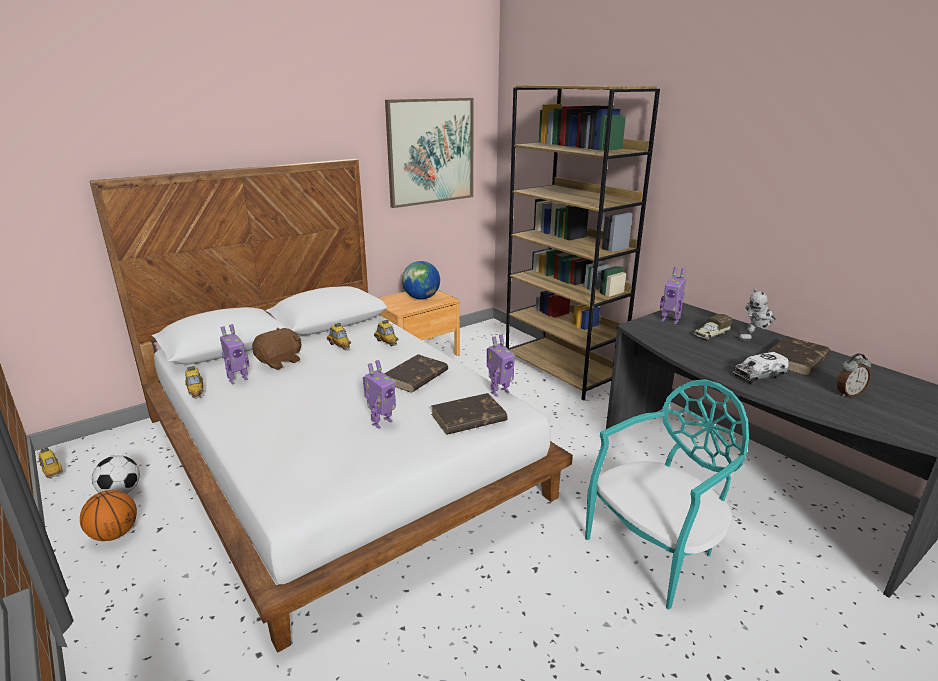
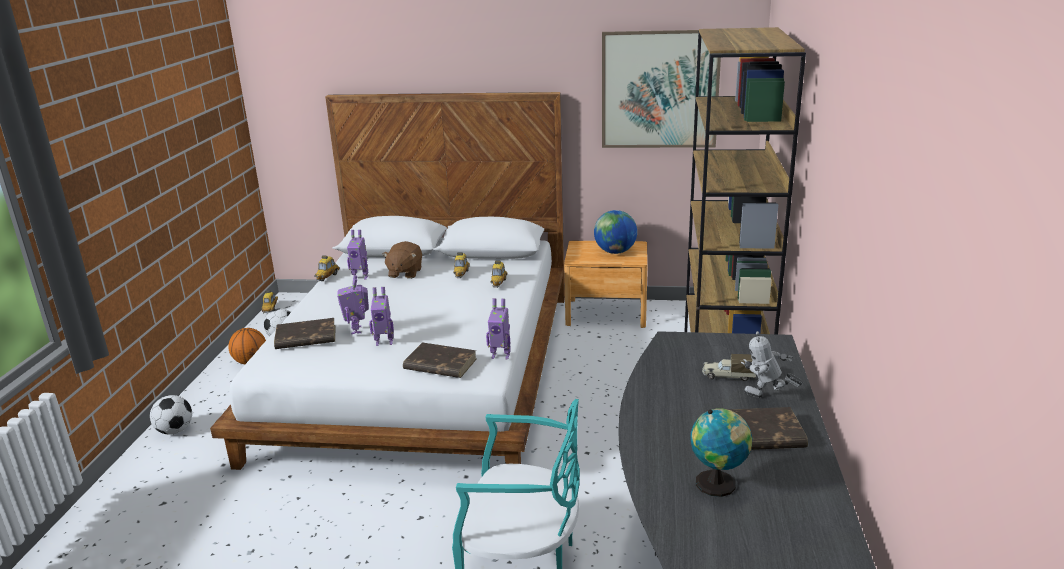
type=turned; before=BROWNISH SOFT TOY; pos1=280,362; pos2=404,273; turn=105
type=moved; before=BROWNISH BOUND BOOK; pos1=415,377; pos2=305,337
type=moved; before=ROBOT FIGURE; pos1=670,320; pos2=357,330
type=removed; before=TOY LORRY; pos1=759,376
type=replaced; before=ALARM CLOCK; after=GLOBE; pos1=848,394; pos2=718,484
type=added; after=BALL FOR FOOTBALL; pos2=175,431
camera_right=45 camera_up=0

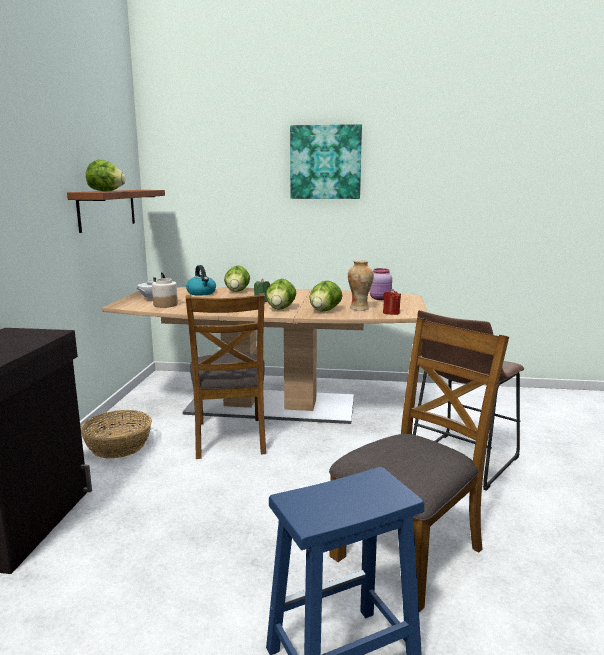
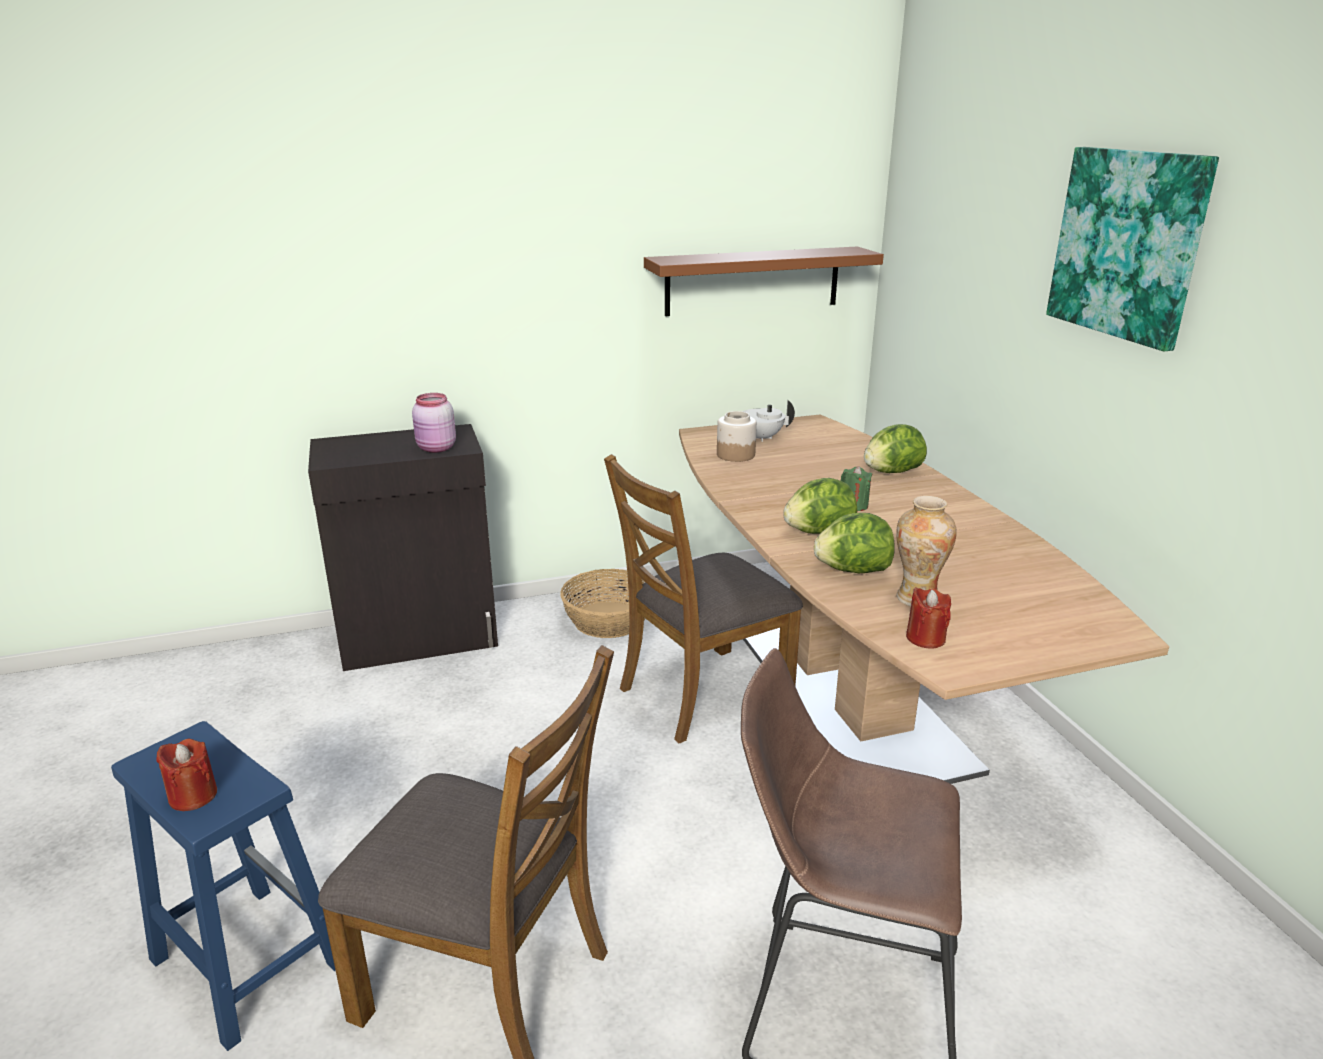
type=removed; before=LETTUCE; pos1=106,191
type=removed; before=KETTLE; pos1=201,293
type=moved; before=PINK STORAGE JAR; pos1=380,298; pos2=436,449
type=added; after=REDDISH WAX LIGHT; pos2=193,796
camera_right=65 camera_up=10

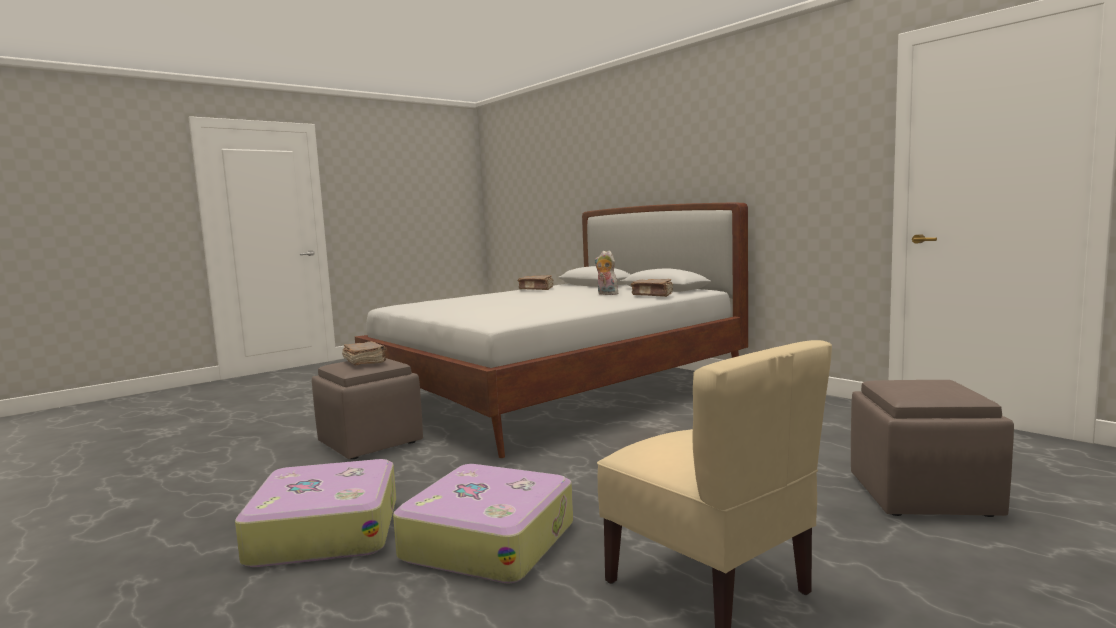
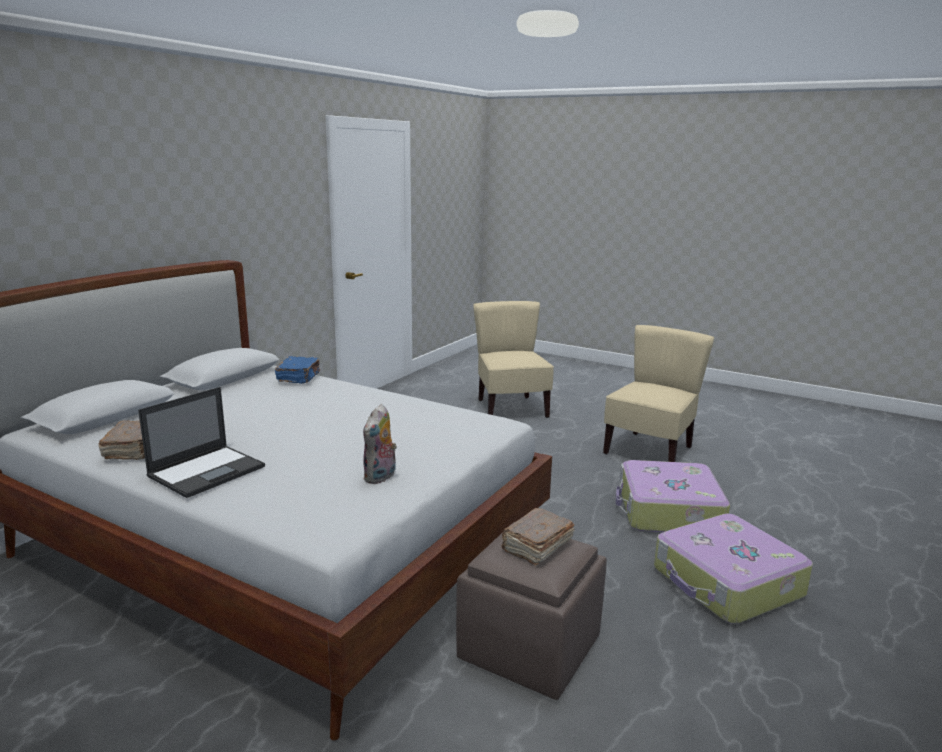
type=moved; before=SOFT TOY; pos1=606,294; pos2=381,477
type=recoloured; before=BROWNISH BOUND BOOK; after=BLUE-COLOURED BOUND BOOK; pos1=652,295; pos2=299,378
type=replaced; before=BROWNISH OTTOMAN; after=BEIGE PLAIN CHAIR; pos1=924,496; pos2=510,409
type=added; after=PORTABLE COMPUTER; pos2=208,471
camera_right=-110 camera_up=10

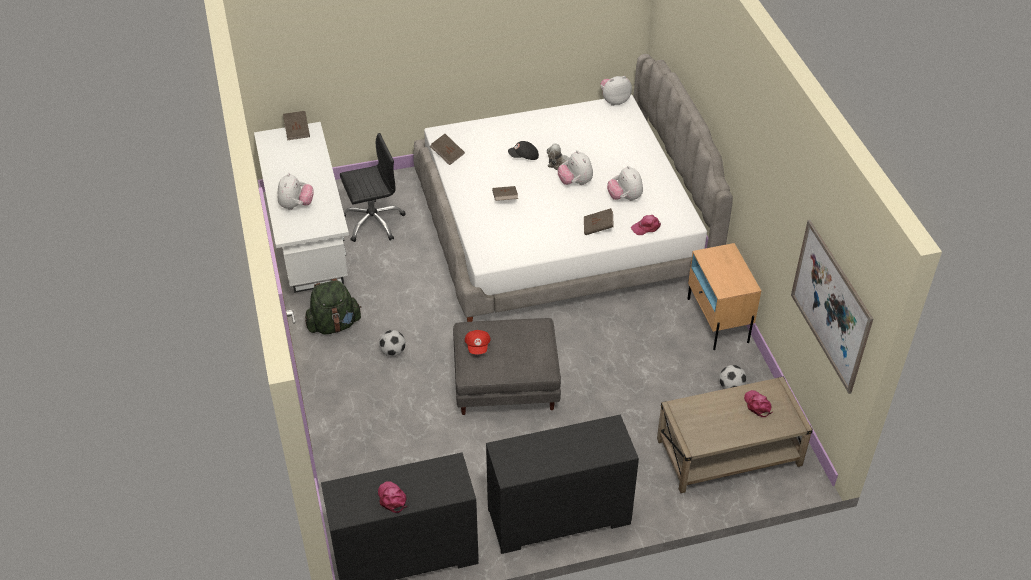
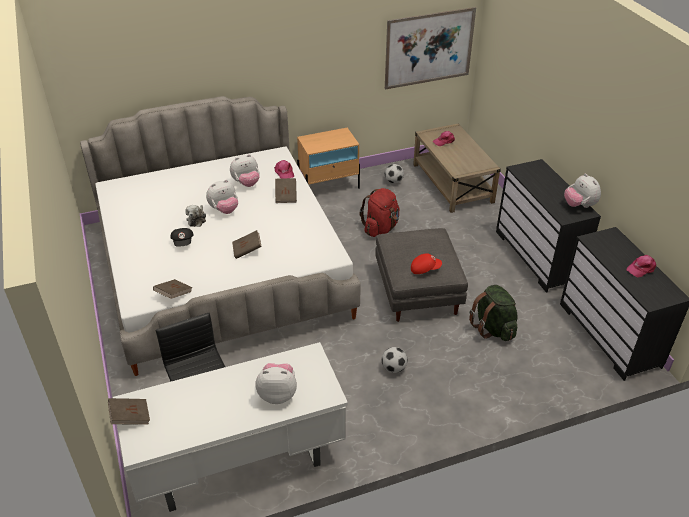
type=moved; before=GREEN RUCKSACK; pos1=334,325; pos2=493,328
type=moved; before=SOFT TOY; pos1=614,100; pos2=579,205
type=added; after=REDDISH RUCKSACK; pos2=380,228
camera_right=-95 camera_up=-5

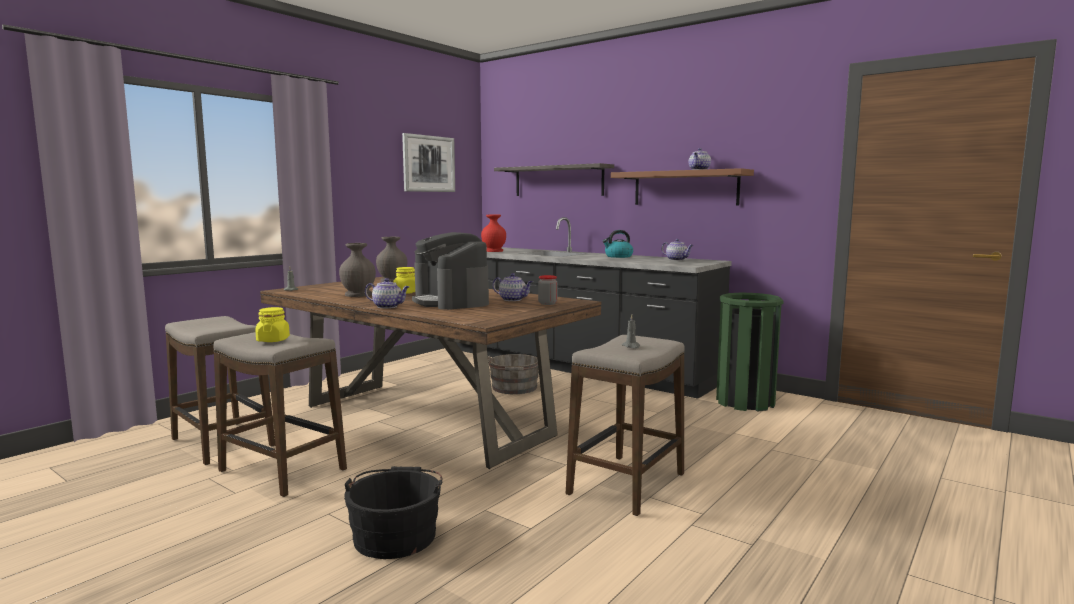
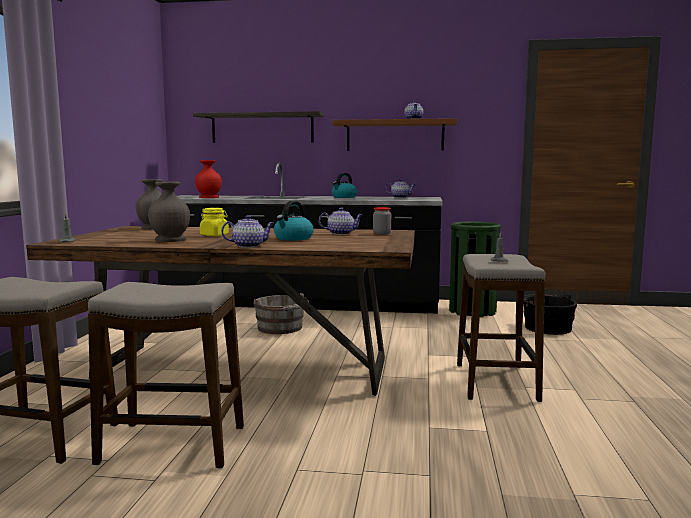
type=removed; before=YELLOWISH STORAGE JAR; pos1=273,340
type=moved; before=BLACK-COLOURED BUCKET; pos1=396,534; pos2=545,327
type=removed; before=WALL PICTURE; pos1=428,164
type=replaced; before=COFFEE BREWER; after=KETTLE; pos1=451,302; pos2=293,238
camera_right=-30 camera_up=0

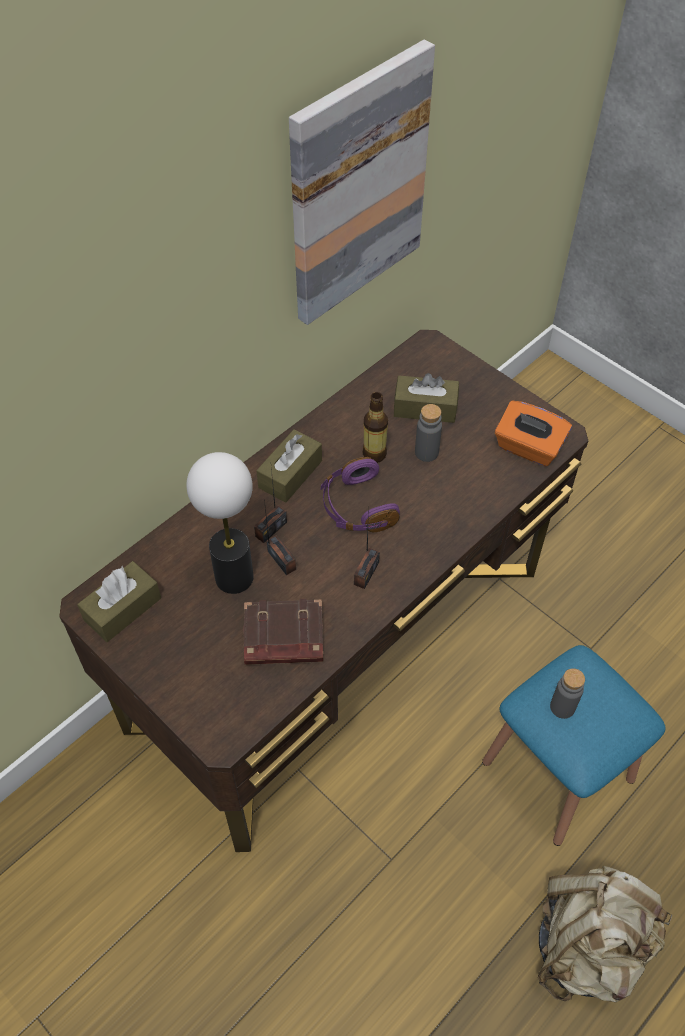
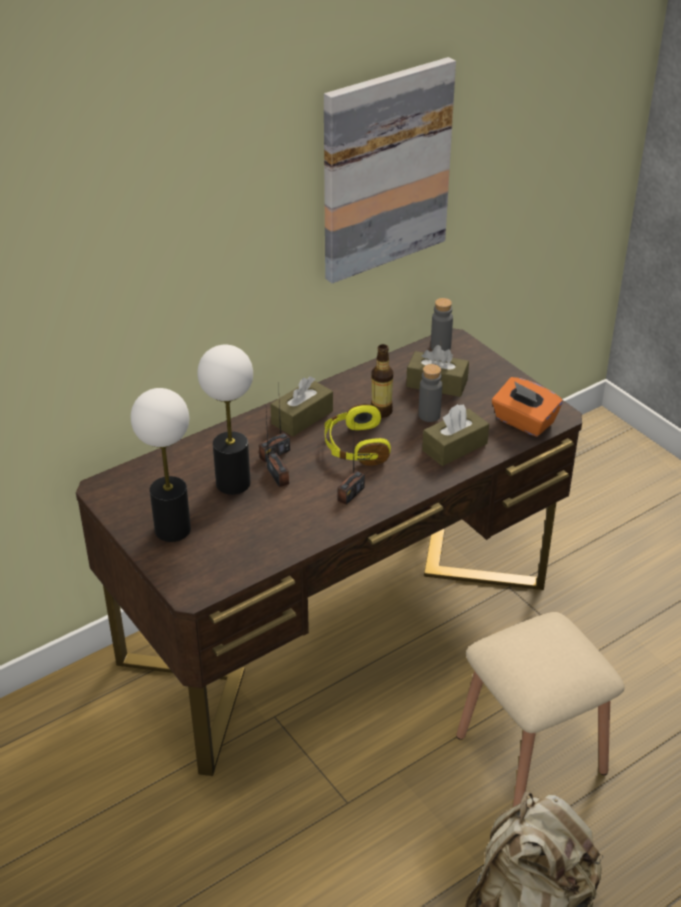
type=moved; before=BROWNISH BOX OF TISSUES; pos1=122,609; pos2=454,447
type=removed; before=BROWNISH BOUND BOOK; pos1=282,637
type=recoloured; before=PURPLISH PAIR OF HEADPHONES; after=YELLOWISH PAIR OF HEADPHONES; pos1=356,507; pos2=355,447
type=recoloured; before=BLUE-COLOURED SITTING STOOL; after=BEIGE SITTING STOOL; pos1=558,770; pos2=531,753
type=moved; before=GRAY BEVERAGE BOTTLE; pos1=562,707; pos2=440,347
type=added; after=TABLE LAMP; pos2=172,529
camera_right=10 camera_up=-15

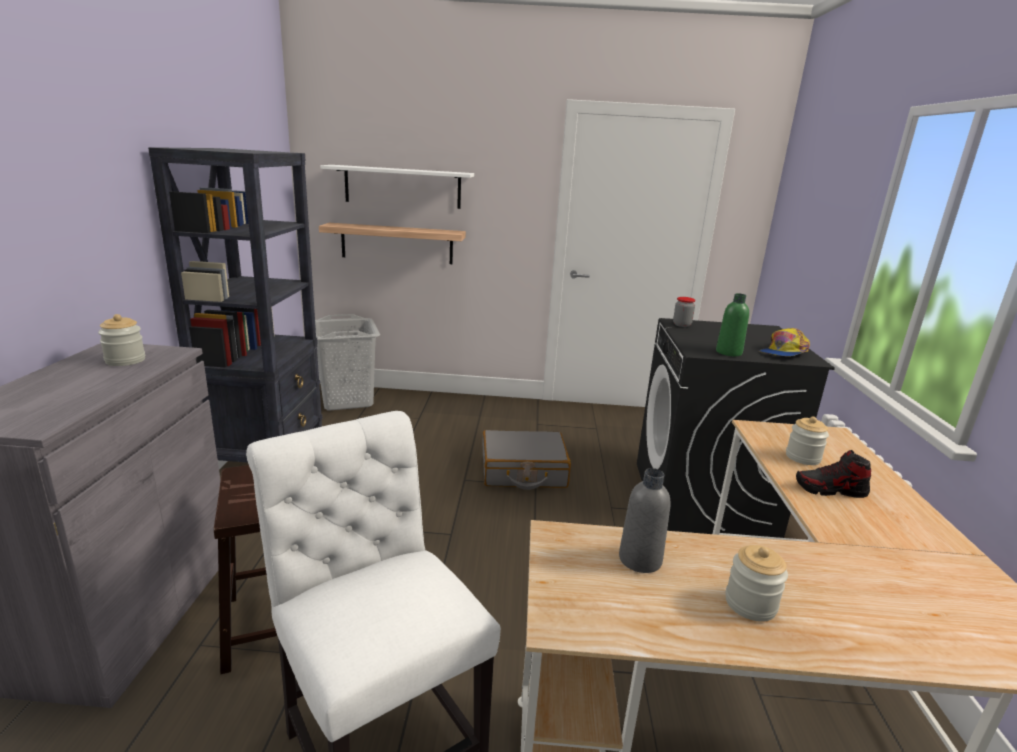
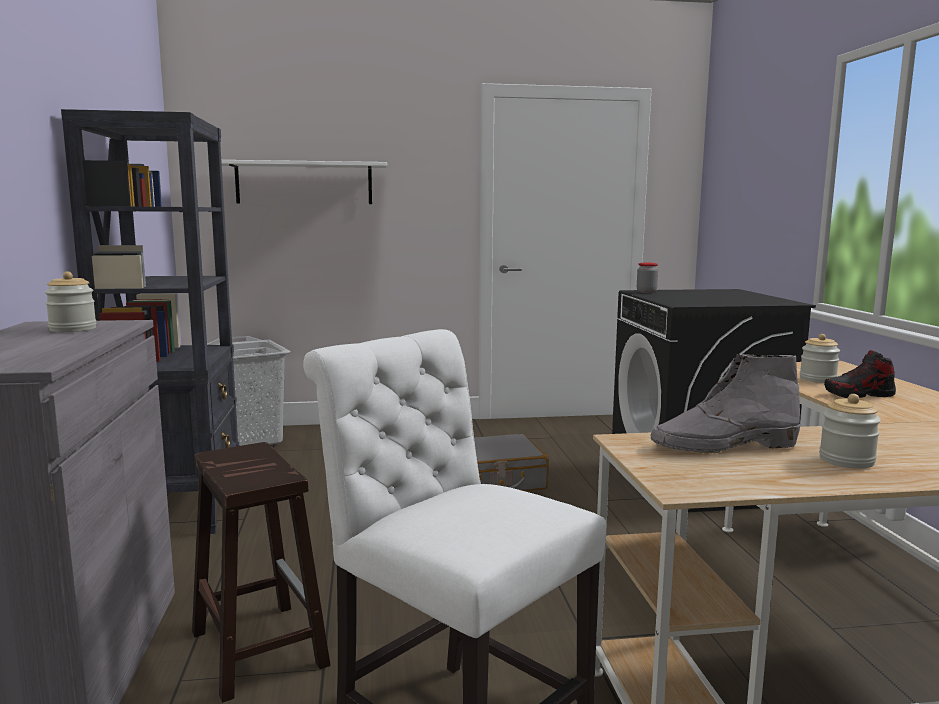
type=removed; before=WALL SHELF; pos1=397,243
type=replaced; before=GRAY BEVERAGE BOTTLE; after=GRAY TALL BOOT; pos1=640,559; pos2=722,446
type=removed; before=GREEN BEVERAGE BOTTLE; pos1=728,352
type=removed; before=PEAKED CAP; pos1=783,352
camera_right=-10 camera_up=-10

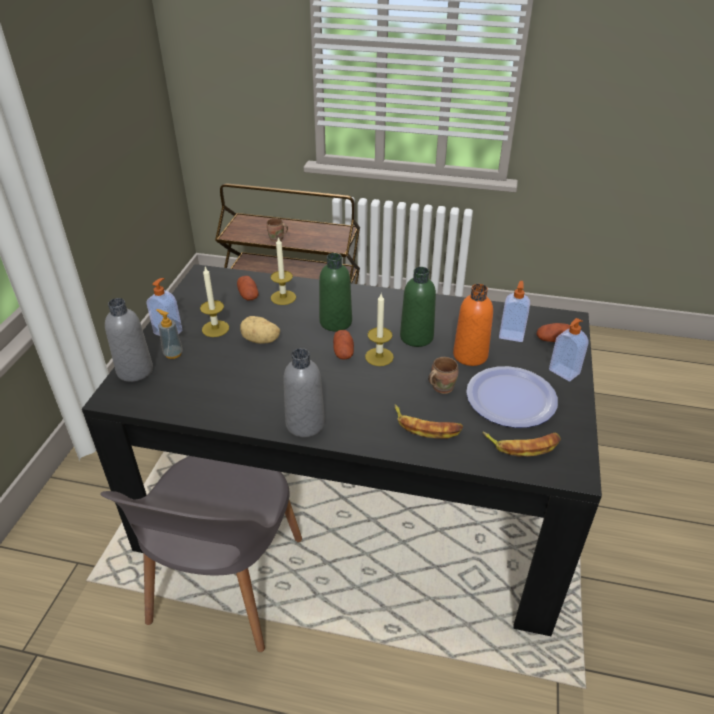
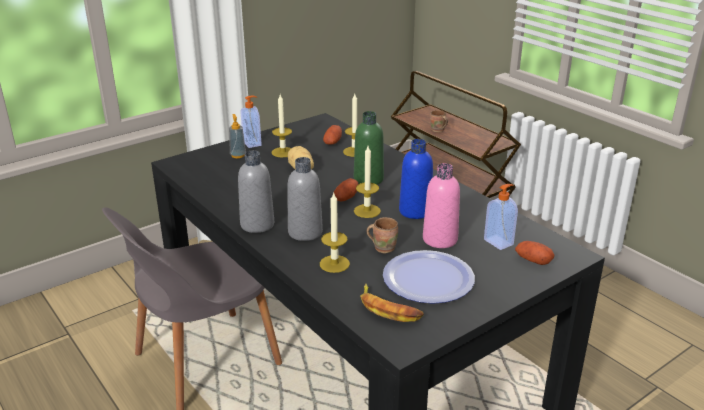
type=moved; before=GRAY BEVERAGE BOTTLE; pos1=135,371; pos2=305,232
type=replaced; before=BANANA; after=WAX LIGHT; pos1=426,426; pos2=334,264
type=recoloured; before=GREEN BEVERAGE BOTTLE; after=BLUE-COLOURED BEVERAGE BOTTLE; pos1=416,337; pos2=415,211
type=recoloured; before=ORANGEY BEVERAGE BOTTLE; after=PINK BEVERAGE BOTTLE; pos1=470,355; pos2=440,239
type=removed; before=SOAP DISPENSER; pos1=563,372
camera_right=40 camera_up=-10

